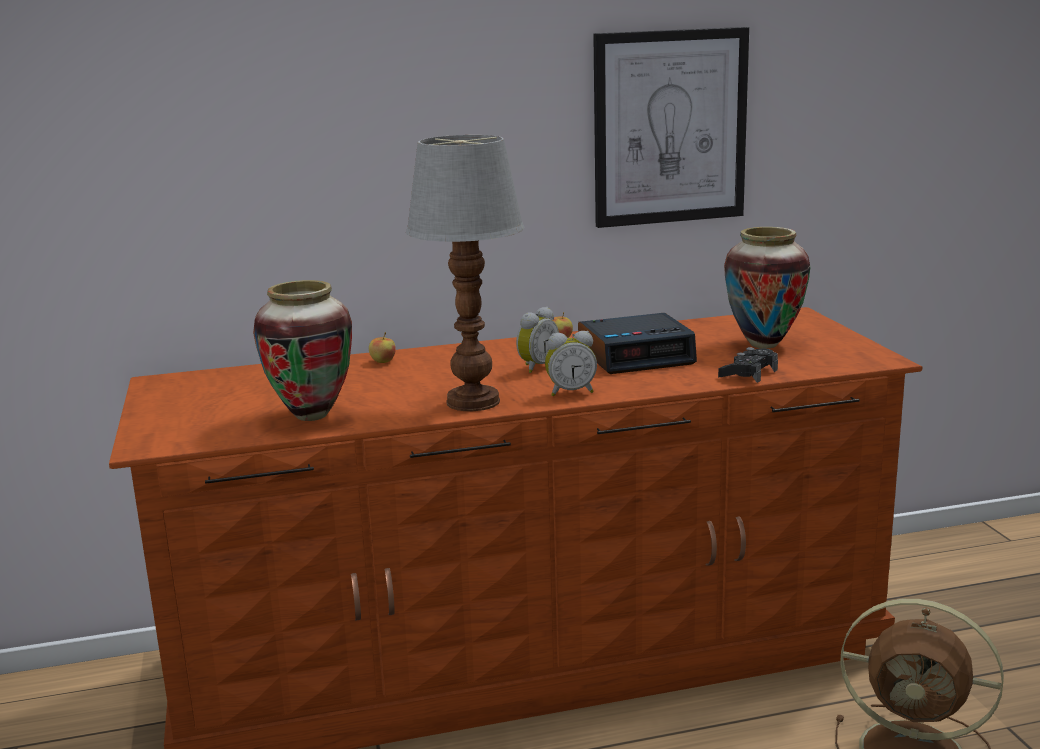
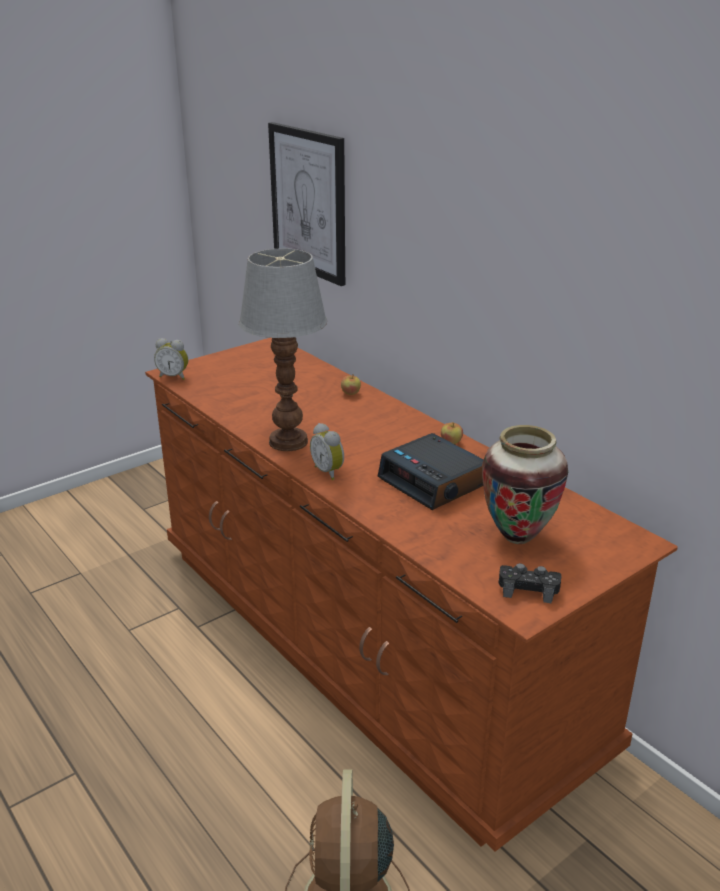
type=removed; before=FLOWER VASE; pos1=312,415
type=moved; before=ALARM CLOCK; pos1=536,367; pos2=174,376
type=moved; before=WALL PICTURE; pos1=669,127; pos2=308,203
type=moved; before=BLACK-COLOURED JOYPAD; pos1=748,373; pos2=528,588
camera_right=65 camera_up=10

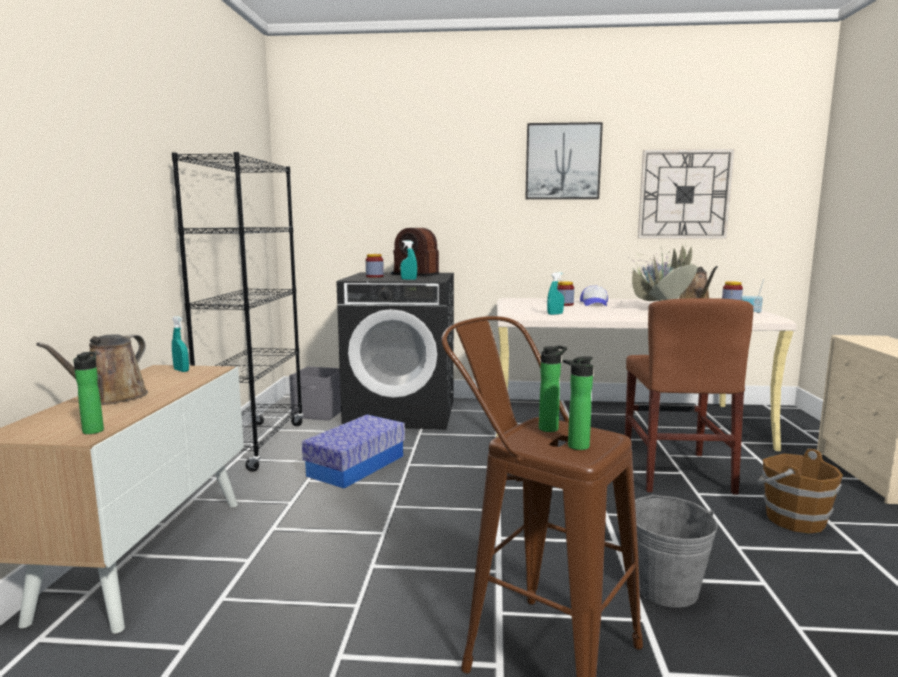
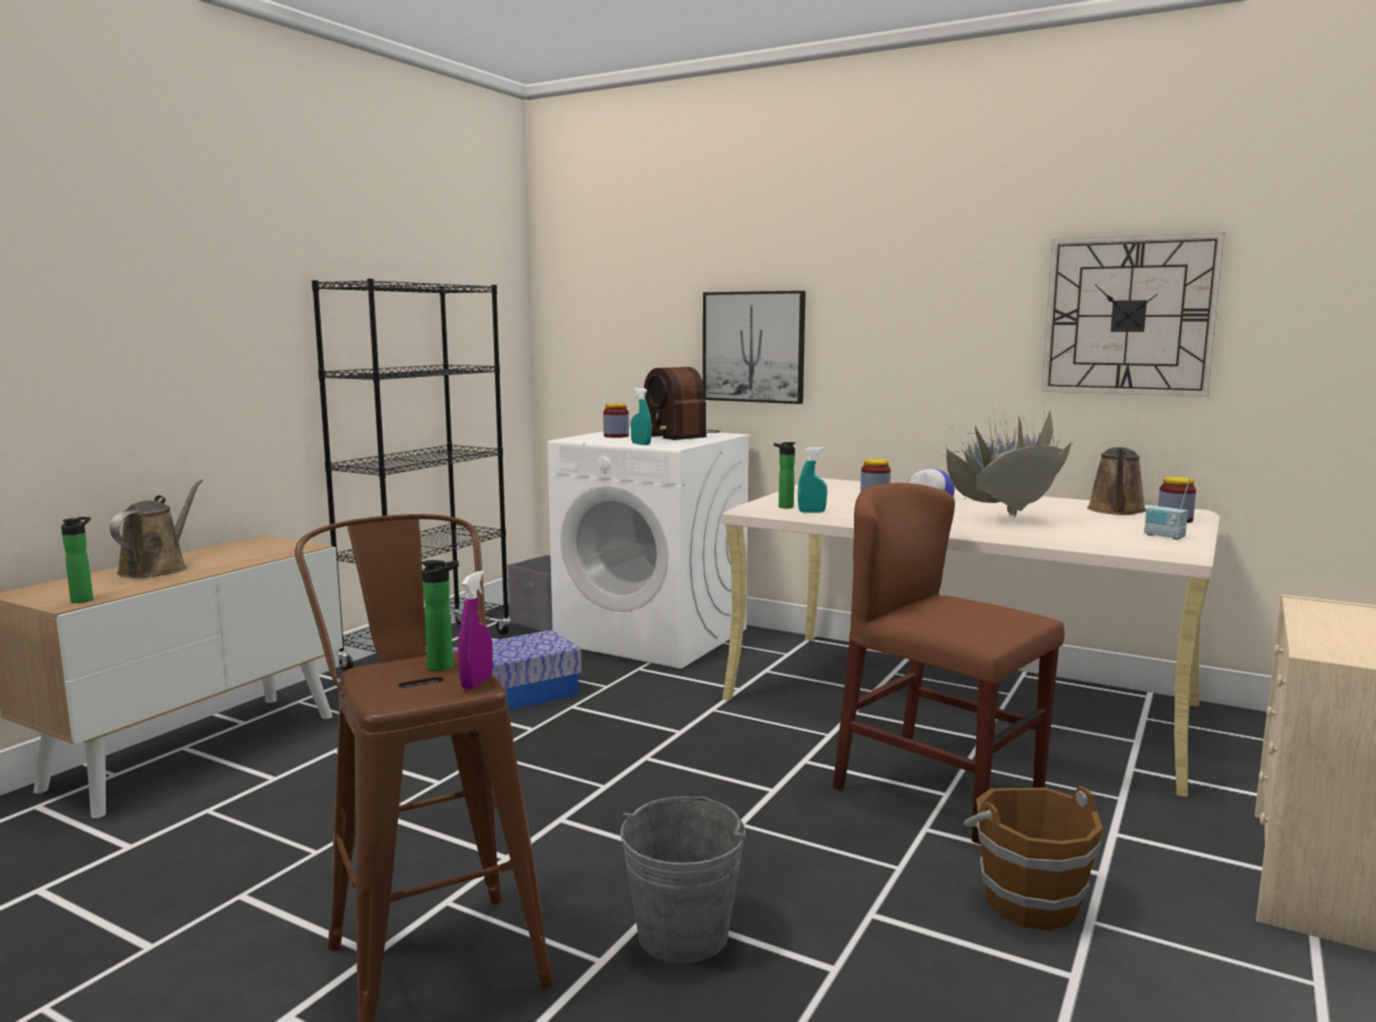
type=turned; before=BROWNISH WATERING POT; pos1=112,398; pos2=157,569; turn=150
type=removed; before=TURQUOISE SPRAY BOTTLE; pos1=181,370
type=recoloured; before=BLACK-COLOURED LAUNDRY MACHINE; after=WHITE-COLOURED LAUNDRY MACHINE; pos1=402,412; pos2=653,636
type=moved; before=WALL PICTURE; pos1=562,161; pos2=754,347
type=moved; before=BEVERAGE BOTTLE; pos1=575,447; pos2=783,507
type=turned; before=BROWNISH PLAIN CHAIR; pos1=675,471; pos2=938,790; turn=105
type=added; after=PURPLISH SPRAY BOTTLE; pos2=477,683
camera_right=25 camera_up=0

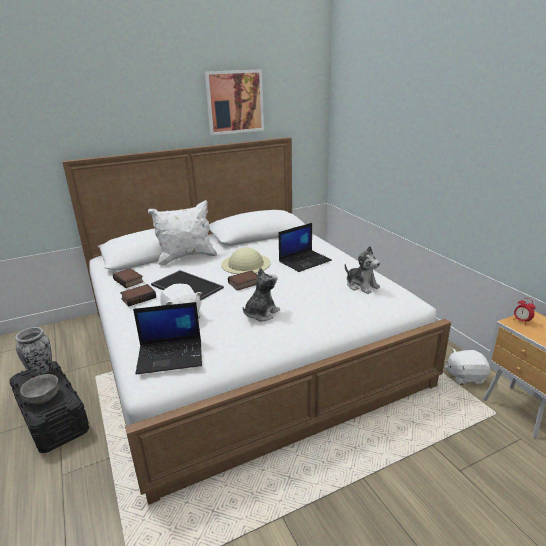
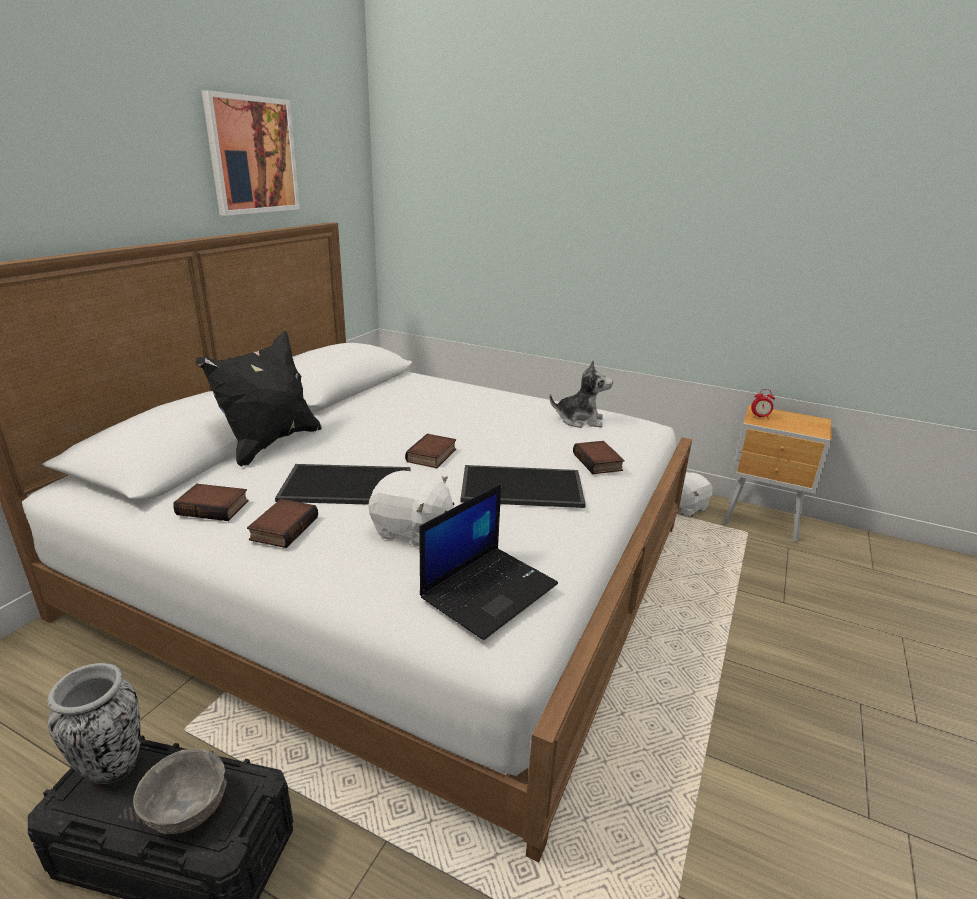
type=recoloured; before=WHITE-COLOURED PILLOW; after=BLACK-COLOURED PILLOW; pos1=186,257; pos2=270,443
type=removed; before=BEIGE HAT; pos1=246,263
type=replaced; before=SOFT TOY; after=TRAY; pos1=261,313; pos2=520,488
type=removed; before=PORTABLE COMPUTER; pos1=305,261
type=added; after=BOUND BOOK; pos2=599,462
camera_right=-40 camera_up=0

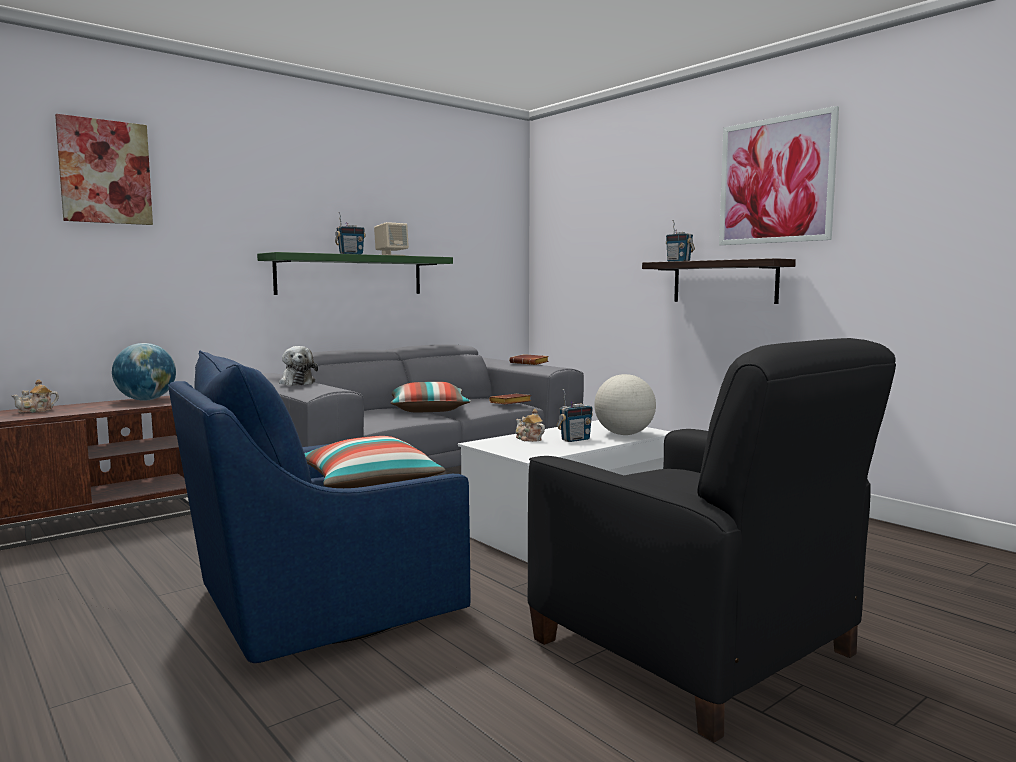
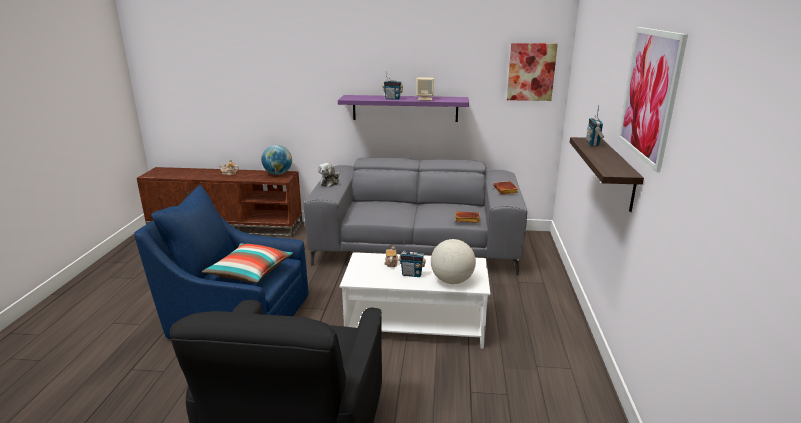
type=moved; before=WALL PICTURE; pos1=105,172; pos2=531,72
type=recoloured; before=GREEN WALL SHELF; after=PURPLISH WALL SHELF; pos1=350,275; pos2=405,108
type=removed; before=PILLOW; pos1=428,410
camera_right=45 camera_up=15

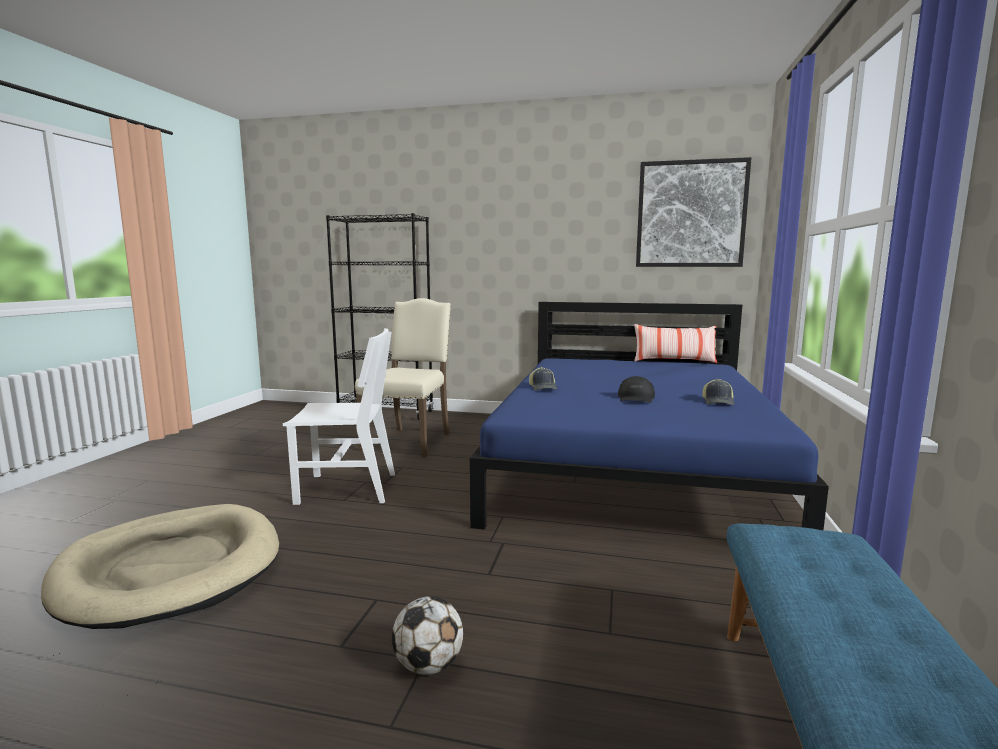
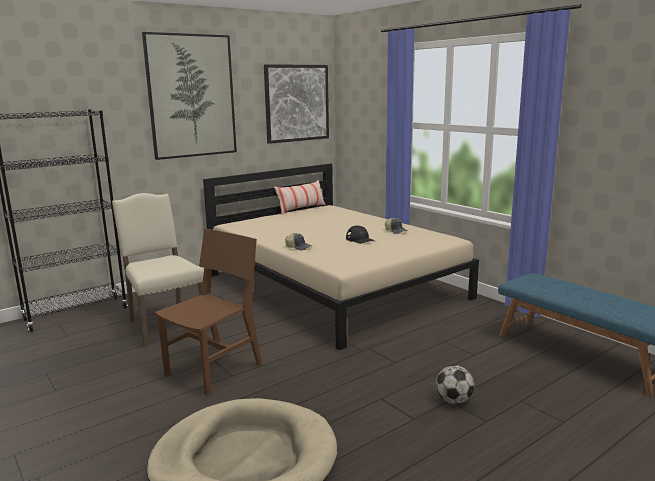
type=recoloured; before=WHITE-COLOURED PLAIN CHAIR; after=BROWNISH PLAIN CHAIR; pos1=347,488; pos2=214,369
type=recoloured; before=BLUE-COLOURED BED; after=BEIGE BED; pos1=632,466; pos2=334,286
type=added; after=WALL PICTURE; pos2=191,96
camera_right=-50 camera_up=5

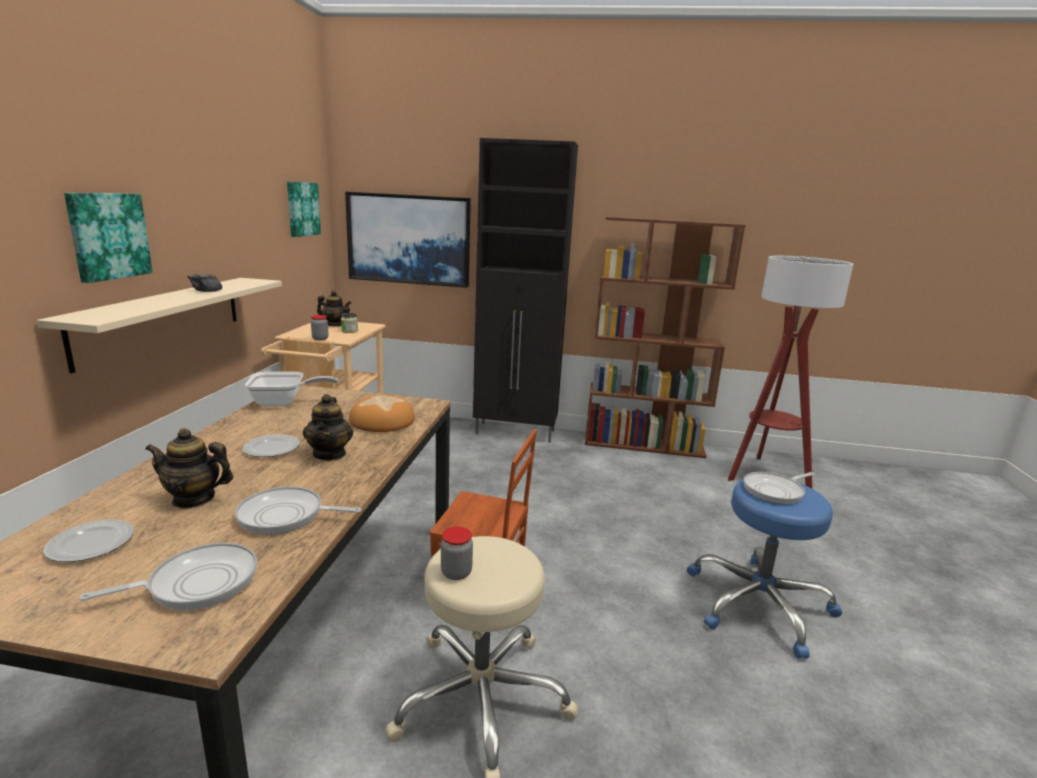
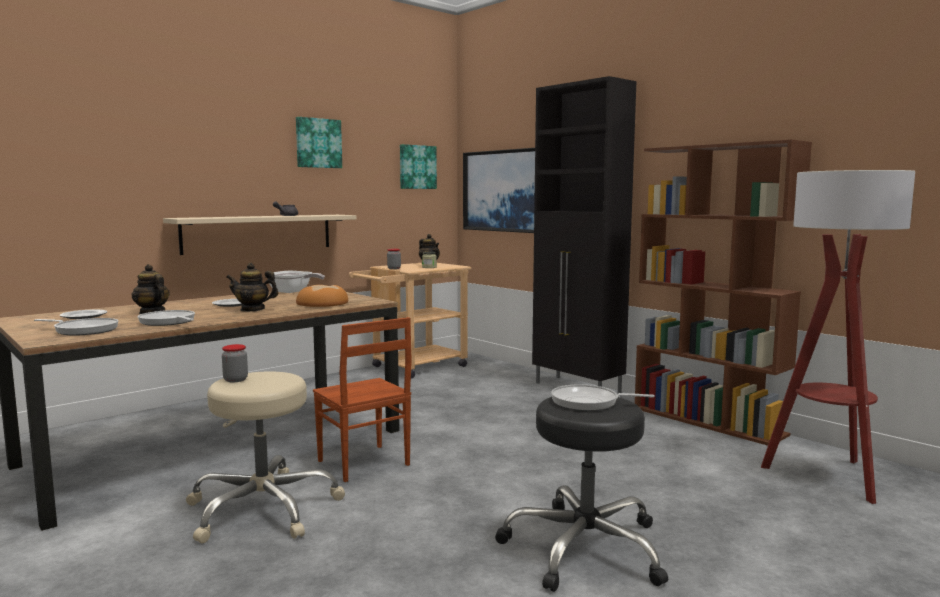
type=moved; before=WALL PICTURE; pos1=108,236; pos2=318,143
type=turned; before=POT FOR TEA; pos1=330,454; pos2=253,309; turn=60
type=recoloured; before=BLUE-COLOURED SITTING STOOL; after=BLACK-COLOURED SITTING STOOL; pos1=758,604; pos2=584,547
camera_right=40 camera_up=-10

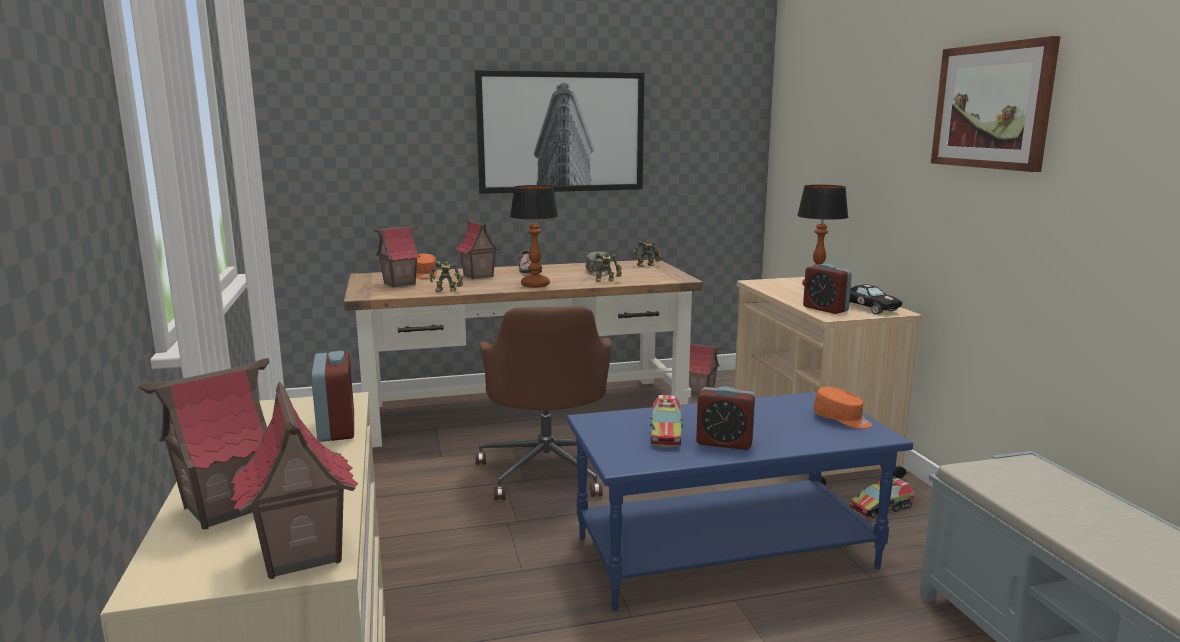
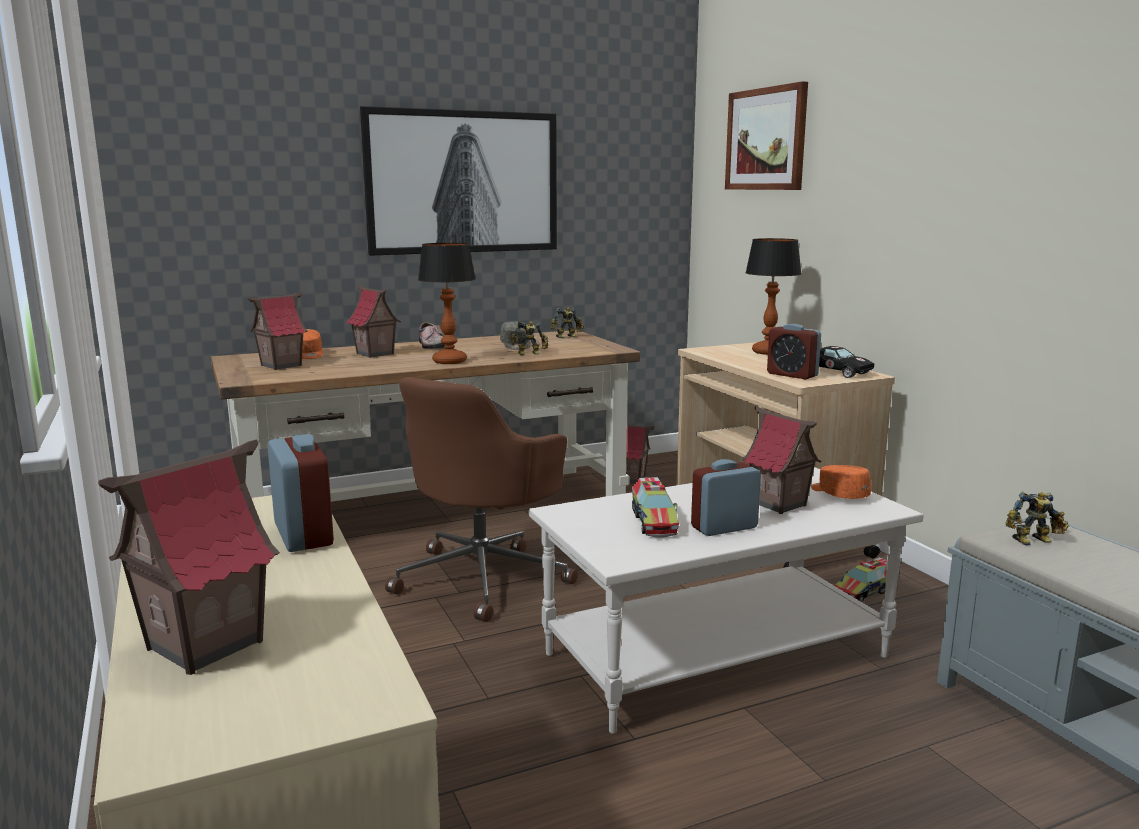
type=moved; before=MINIATURE HOUSE; pos1=300,554; pos2=778,504
type=moved; before=ROBOT FIGURE; pos1=446,291; pos2=1034,541
type=turned; before=BROWNISH COMPUTER CHAIR; pos1=548,469; pos2=483,577; turn=45
type=recoloured; before=BLUE-COLOURED LOW TABLE; after=WHITE-COLOURED LOW TABLE; pos1=725,554; pos2=716,657
type=turned; before=ALARM CLOCK; pos1=724,443; pos2=724,527; turn=150
type=turned; before=ORANGEY PEAKED CAP; pos1=842,419; pos2=838,494; turn=-150
type=moved; before=WALL PICTURE; pos1=992,106; pos2=766,139
camera_right=-10 camera_up=0

